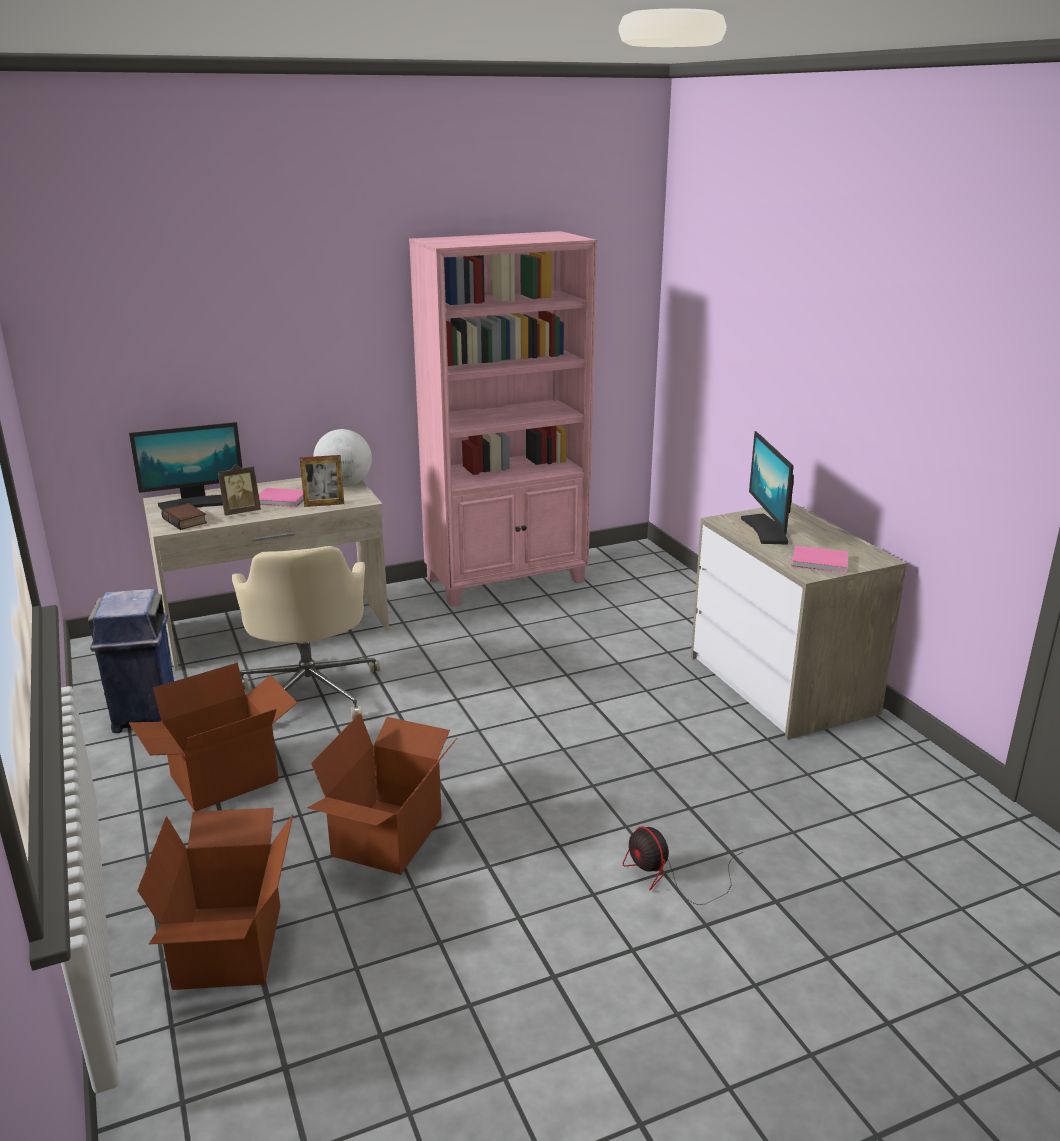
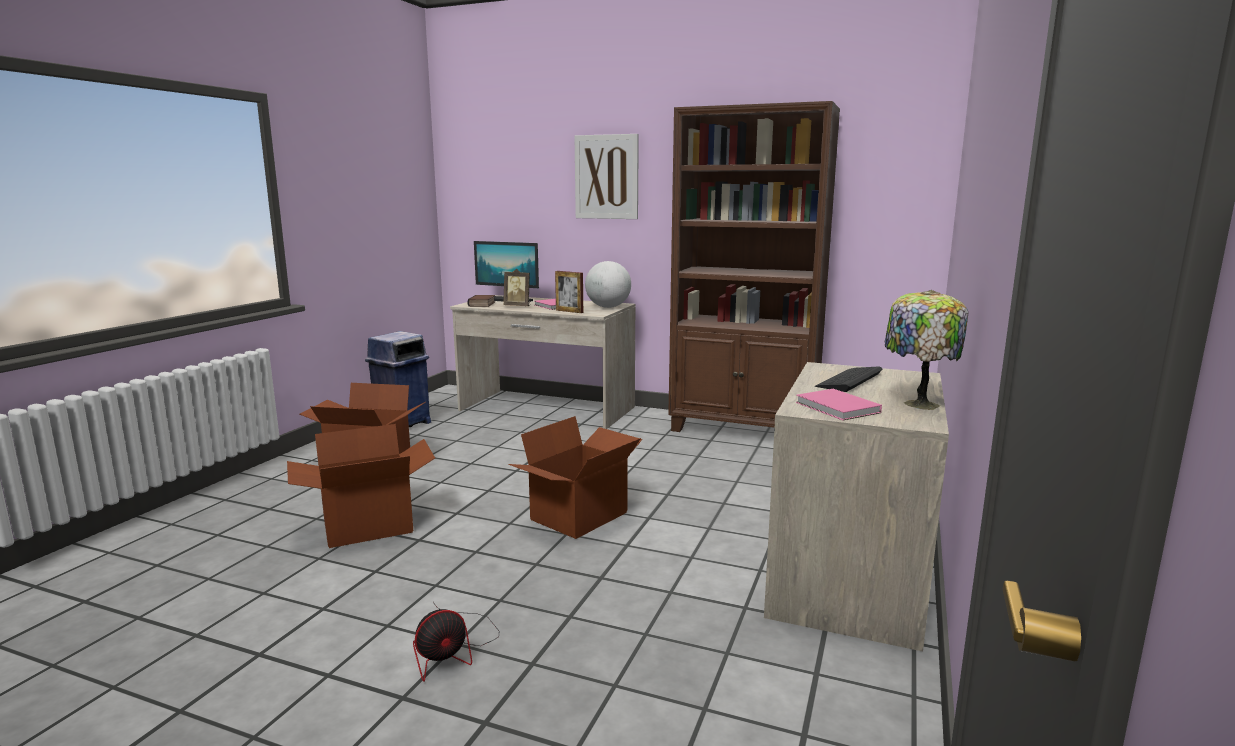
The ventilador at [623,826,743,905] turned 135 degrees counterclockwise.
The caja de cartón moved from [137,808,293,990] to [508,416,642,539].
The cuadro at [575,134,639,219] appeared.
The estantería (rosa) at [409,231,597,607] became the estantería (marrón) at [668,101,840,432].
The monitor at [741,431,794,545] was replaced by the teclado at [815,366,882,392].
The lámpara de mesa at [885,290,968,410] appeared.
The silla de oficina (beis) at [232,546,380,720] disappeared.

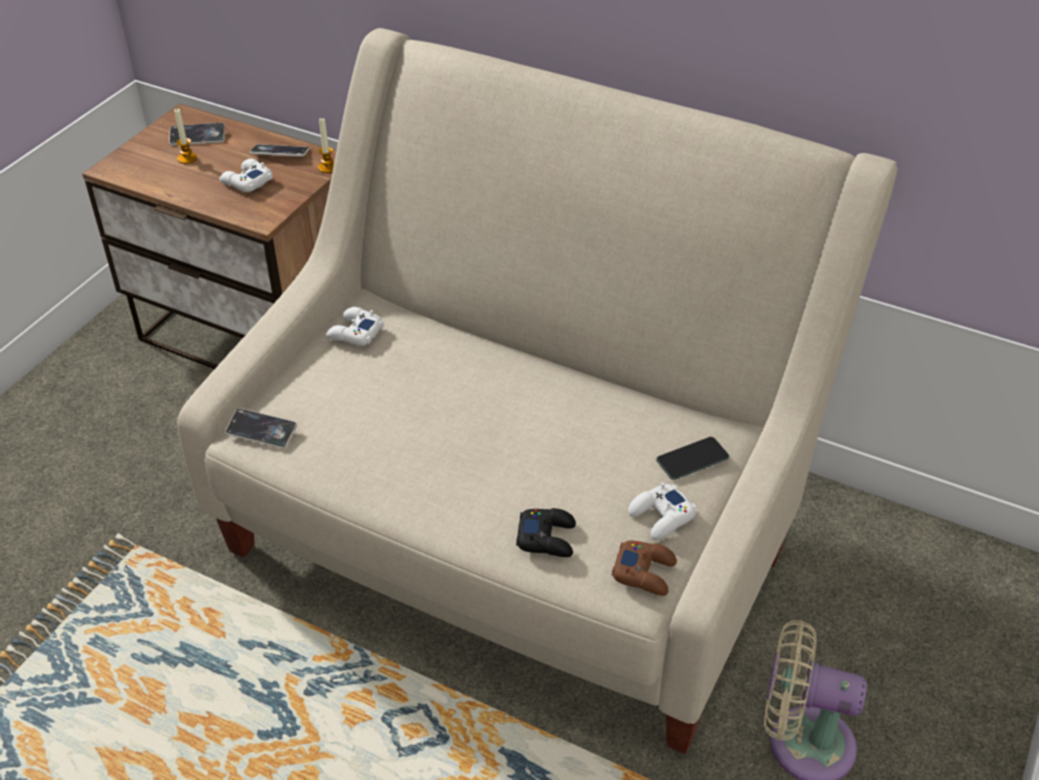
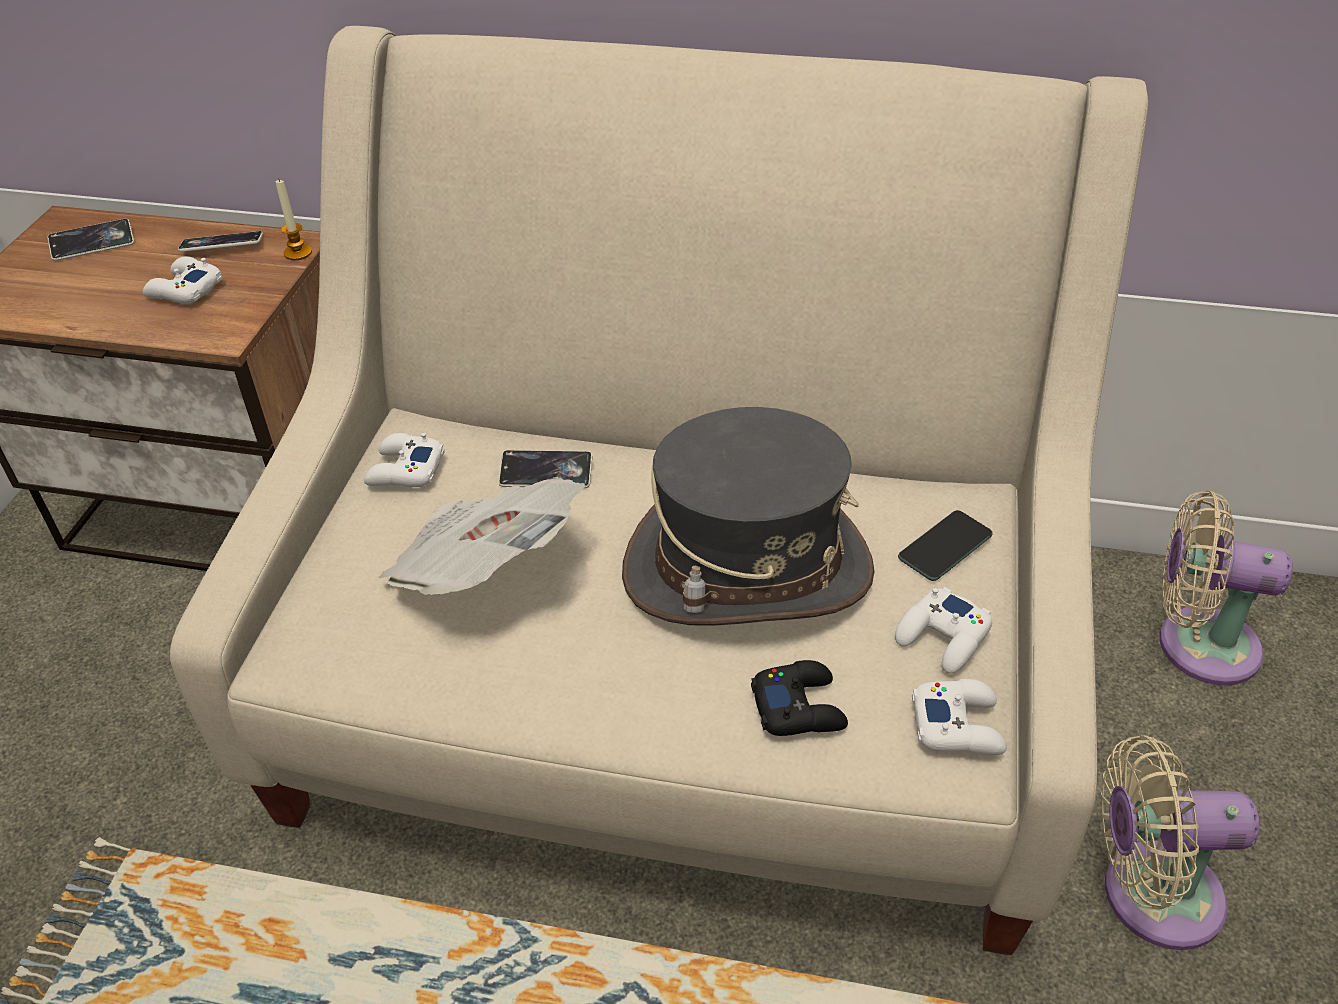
The periódico at [379,477,585,595] appeared.
The móvil moved from [225,408,297,449] to [498,450,592,488].
The sombrero (gris) at [622,407,875,626] appeared.
The mando de consola (marrón) at [612,541,677,596] became the mando de consola (blanco) at [912,679,1007,755].
The ventilador (beis) at [1160,491,1292,685] appeared.
The vela at [174,108,197,164] disappeared.

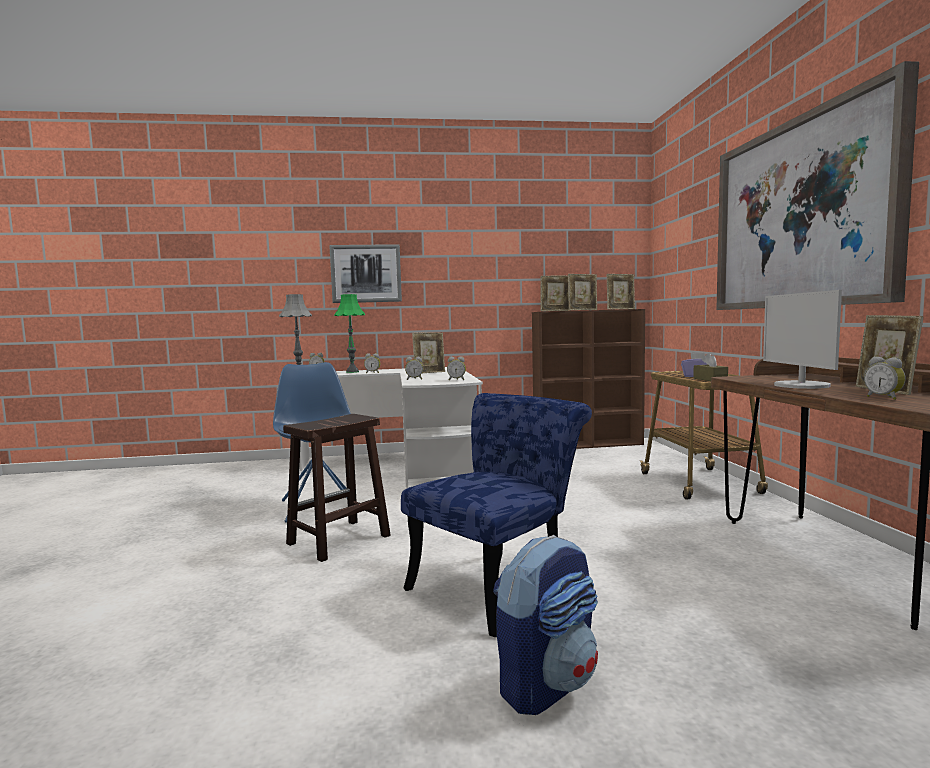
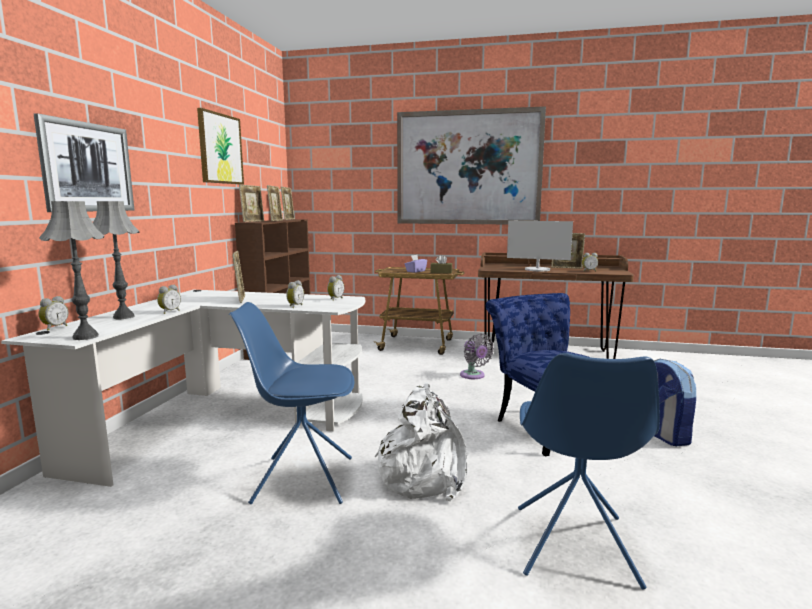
The lámpara de mesa (verde) at [334,294,365,373] became the lámpara de mesa (gris) at [93,201,140,319].
The cuadro at [197,108,244,184] appeared.
The taburete (marrón) at [283,414,391,562] was replaced by the mochila (blanco) at [375,382,467,501].
The ventilador (gris) at [460,334,494,379] appeared.
The silla (azul) at [518,353,660,590] appeared.

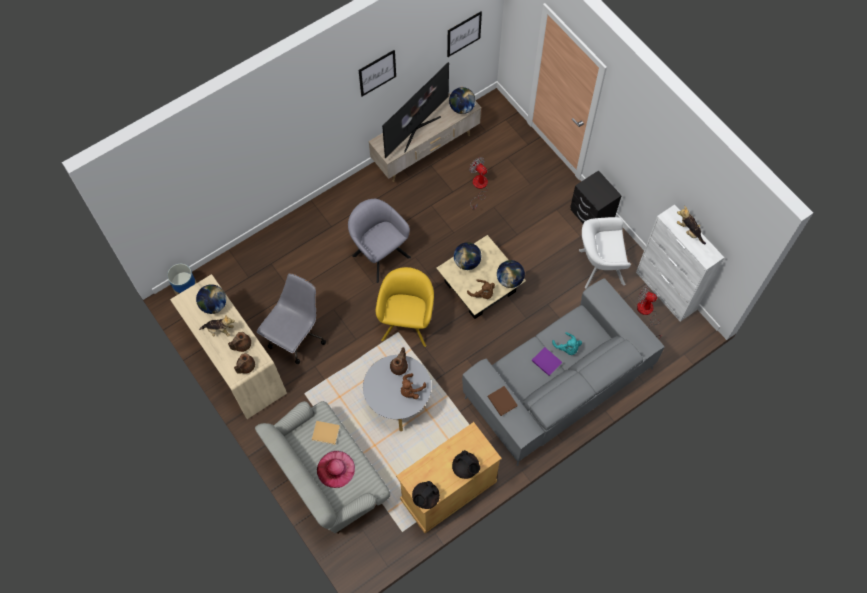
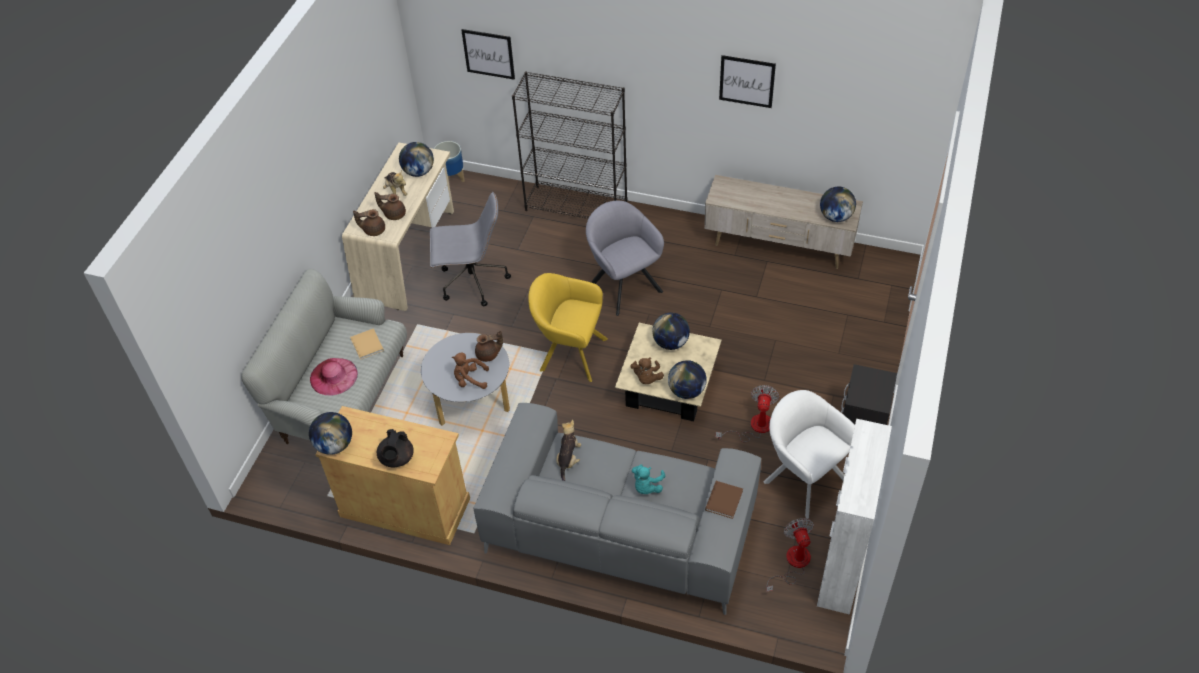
The tetera (negro) at [412,481,440,509] was replaced by the globo terráqueo at [309,412,352,455].
The cuadro moved from [447,12,482,57] to [461,29,515,80].
The estantería (negro) at [512,71,627,219] appeared.
The sillón (amarillo) at [376,267,434,347] turned 135 degrees counterclockwise.
The peluche moved from [677,206,706,245] to [556,420,581,481].
The sillón (gris) at [348,199,411,283] turned 45 degrees counterclockwise.
The libro (marrón) moved from [488,386,518,416] to [705,481,743,519].
The ventilador moved from [469,157,488,210] to [715,385,779,442].
The televisor at [382,62,449,158] disappeared.
The libro (morado) at [532,347,562,376] disappeared.

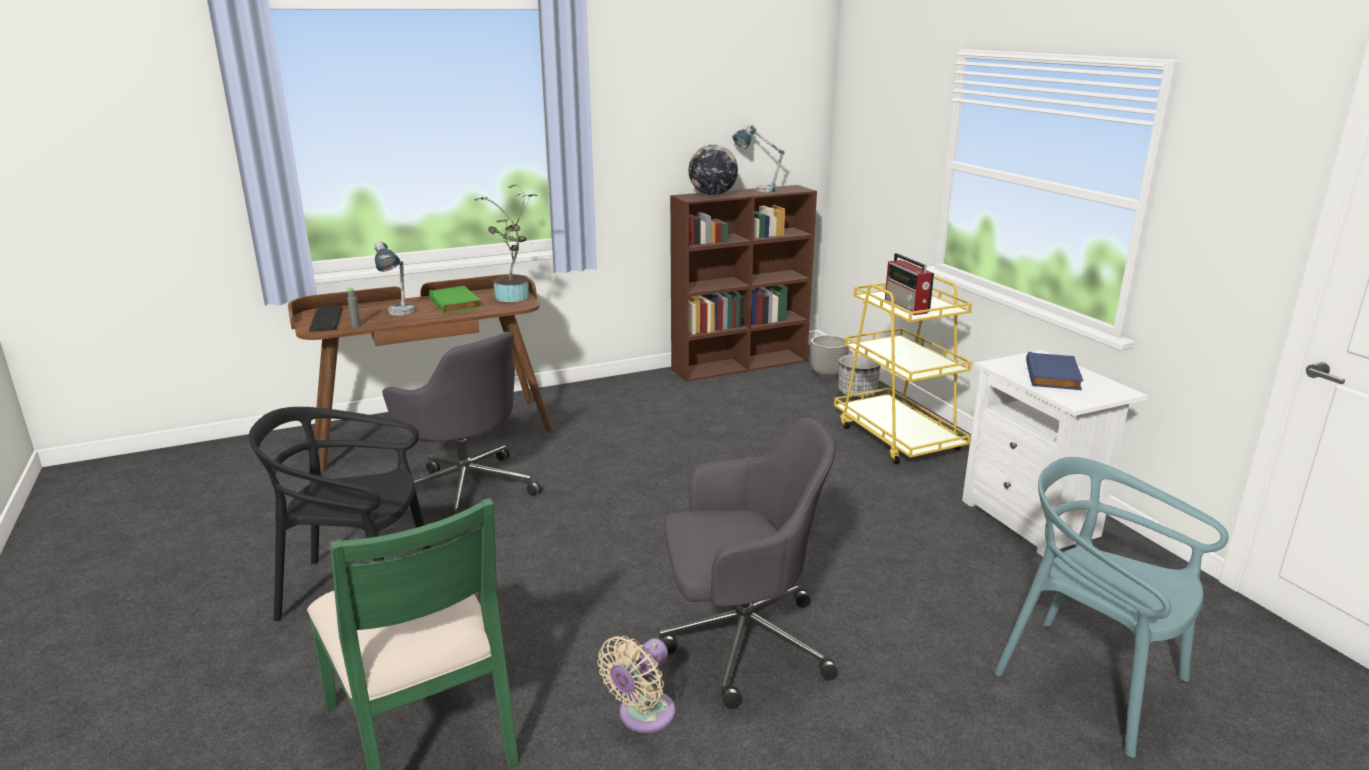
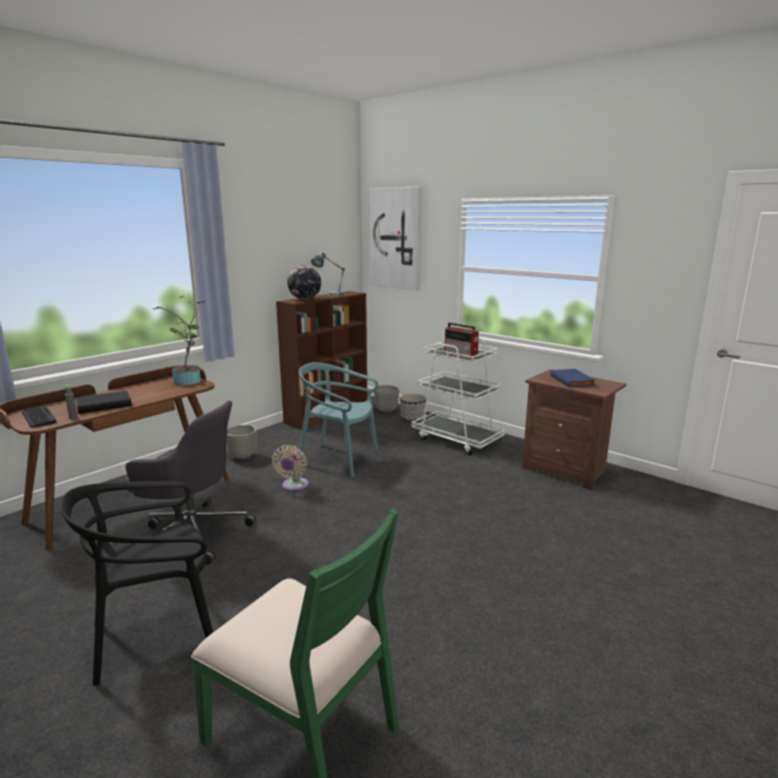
The lámpara de mesa at [374,241,415,316] was replaced by the libro (negro) at [76,391,132,414].
The maceta at [226,425,257,460] appeared.
The ventilador (beis) moved from [597,636,676,733] to [272,445,309,491].
The silla (turquesa) moved from [994,457,1228,758] to [299,362,379,478].
The cuadro at [370,186,422,290] appeared.
The carrito (amarillo) at [834,276,972,465] became the carrito (blanco) at [411,337,505,455].
The mesita de noche (blanco) at [962,350,1148,556] became the mesita de noche (marrón) at [522,369,626,490].
The libro (verde) at [429,286,481,313] disappeared.
The silla de oficina (gris) at [659,417,838,709] disappeared.

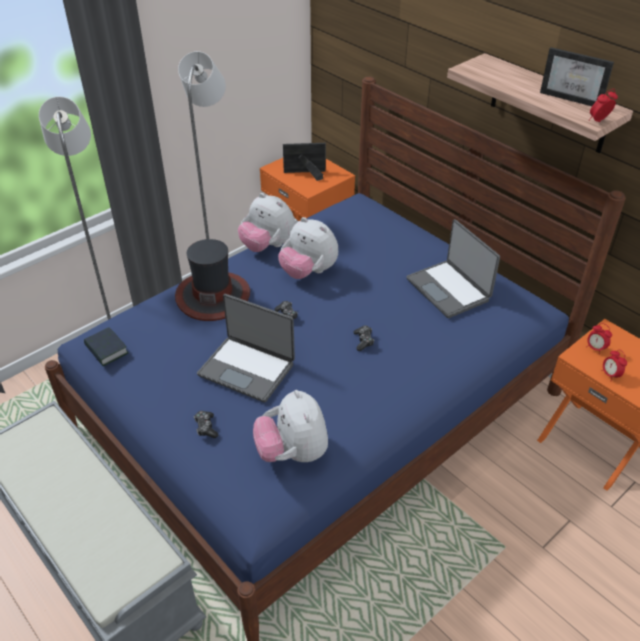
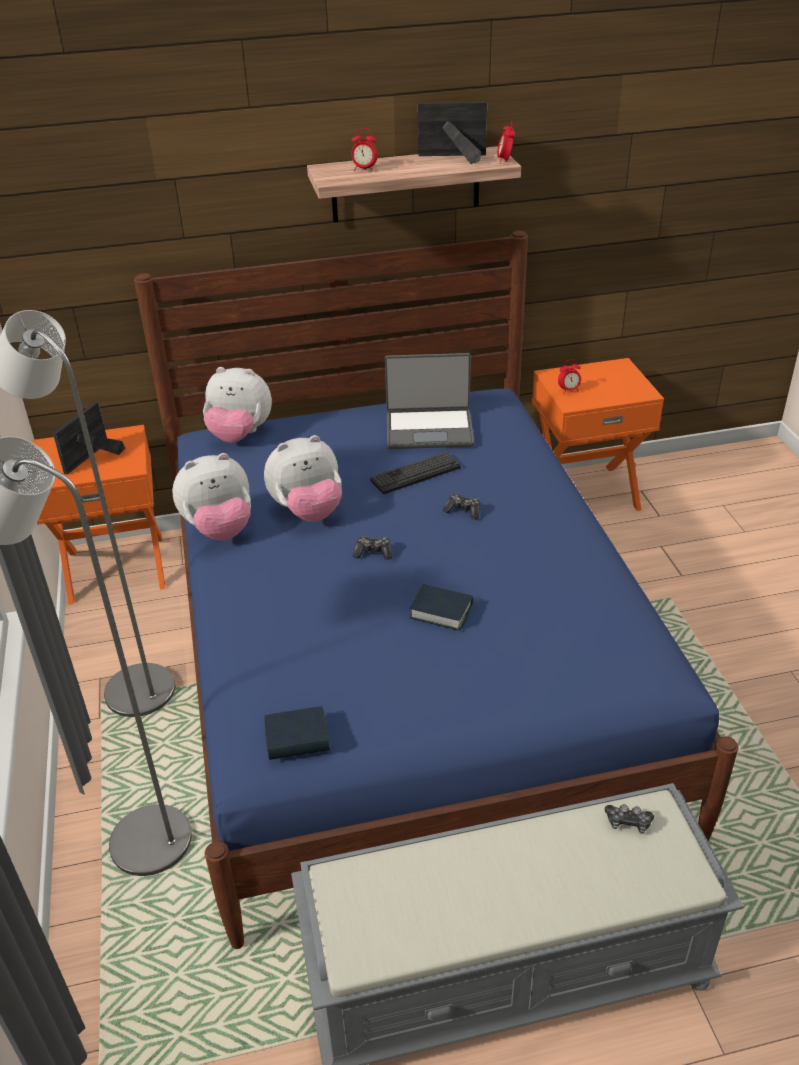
The peluche moved from [253,390,328,462] to [203,367,272,443].
The despertador moved from [601,349,627,380] to [351,128,378,171].
The teclado at [370,452,461,494] appeared.
The portátil at [197,294,295,402] was replaced by the libro at [410,584,473,631].
The portarretratos at [540,47,614,106] turned 150 degrees counterclockwise.
The mando de consola moved from [194,411,218,438] to [605,804,654,834].
The sombrero at [175,239,250,321] disappeared.

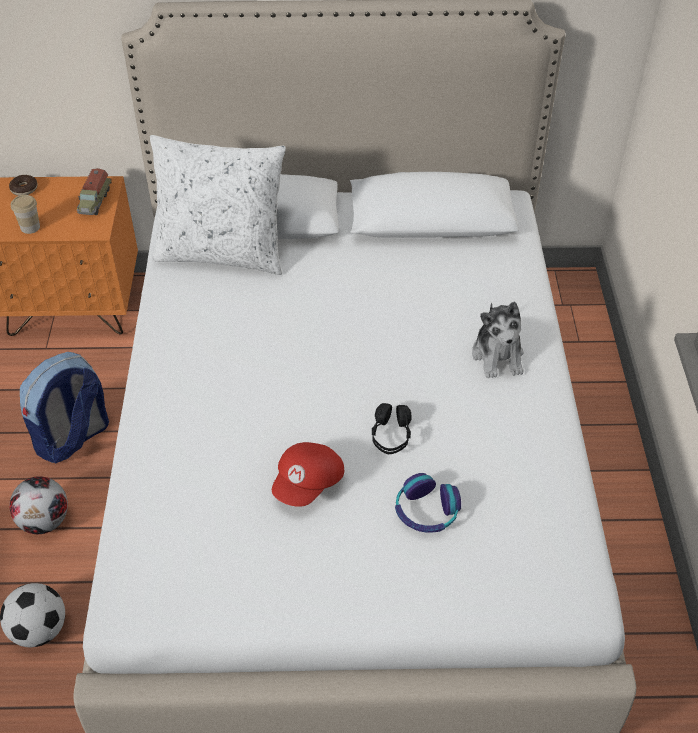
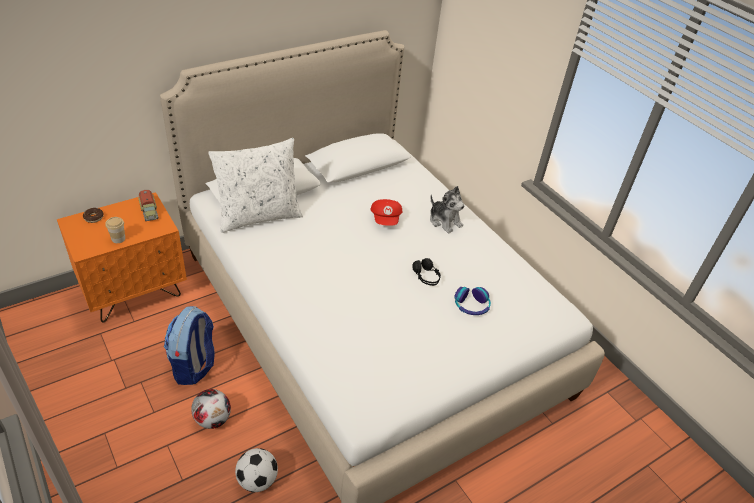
The gorra (rojo) moved from [272,442,344,507] to [371,199,403,226].

